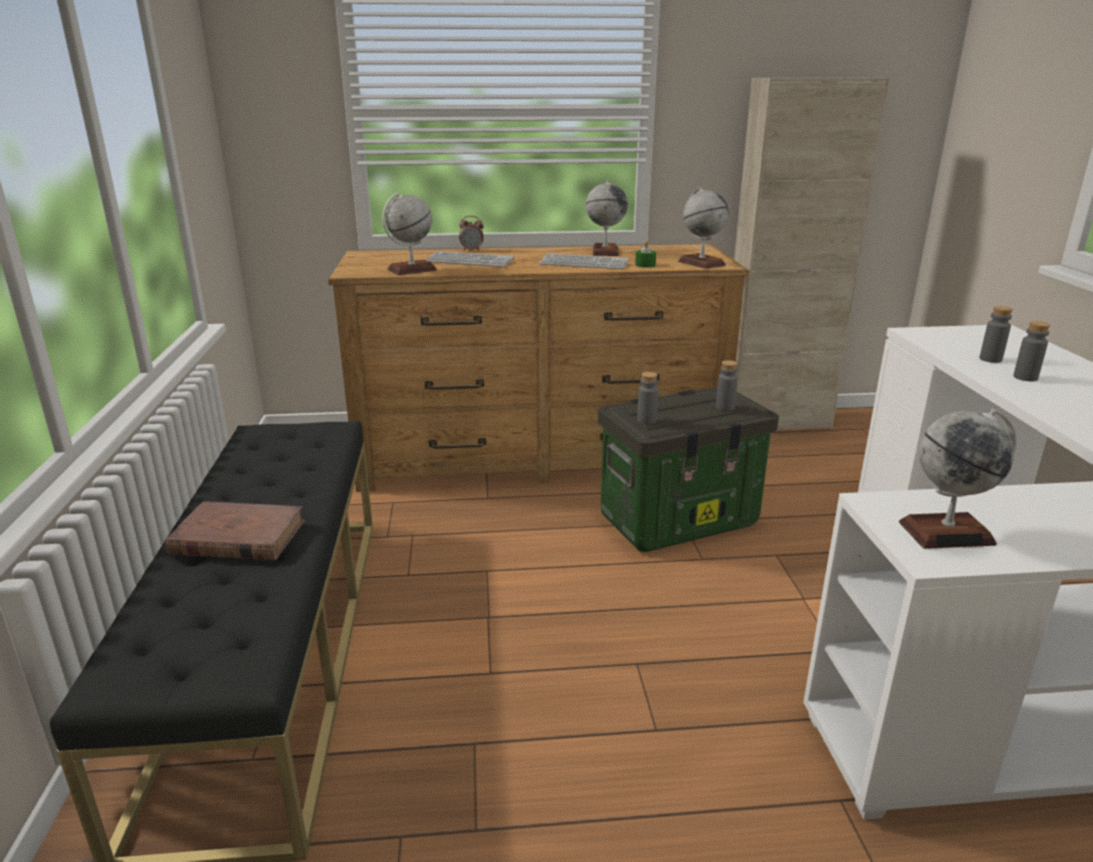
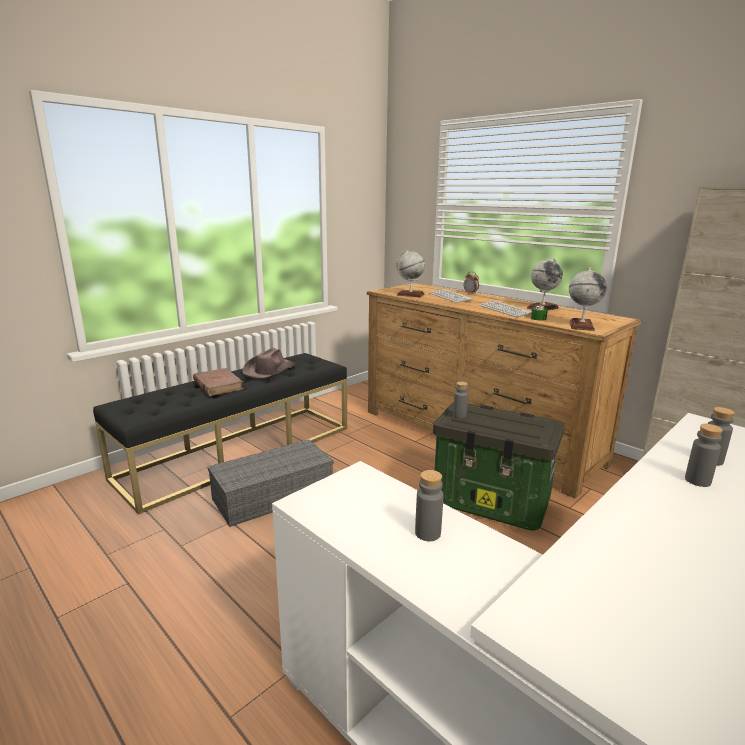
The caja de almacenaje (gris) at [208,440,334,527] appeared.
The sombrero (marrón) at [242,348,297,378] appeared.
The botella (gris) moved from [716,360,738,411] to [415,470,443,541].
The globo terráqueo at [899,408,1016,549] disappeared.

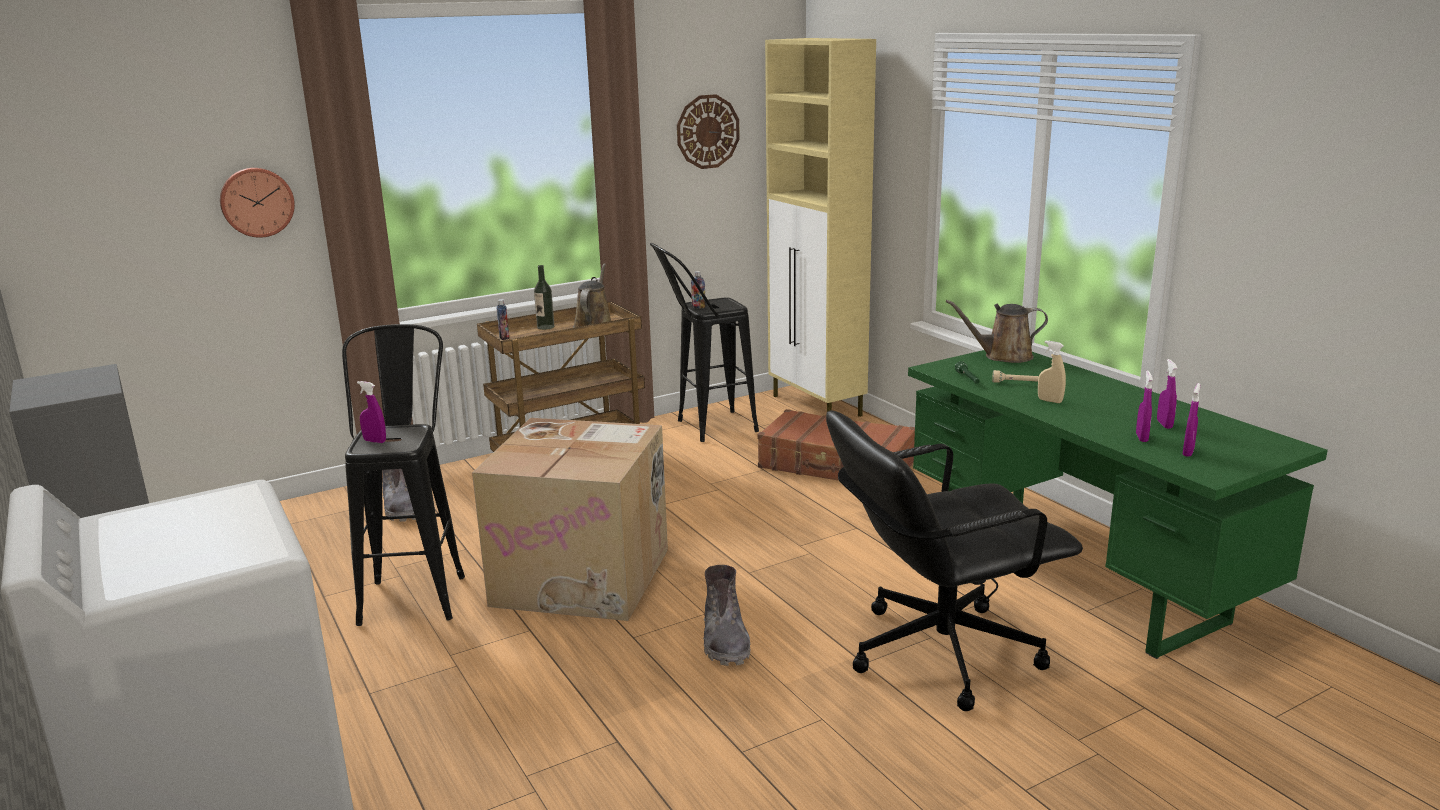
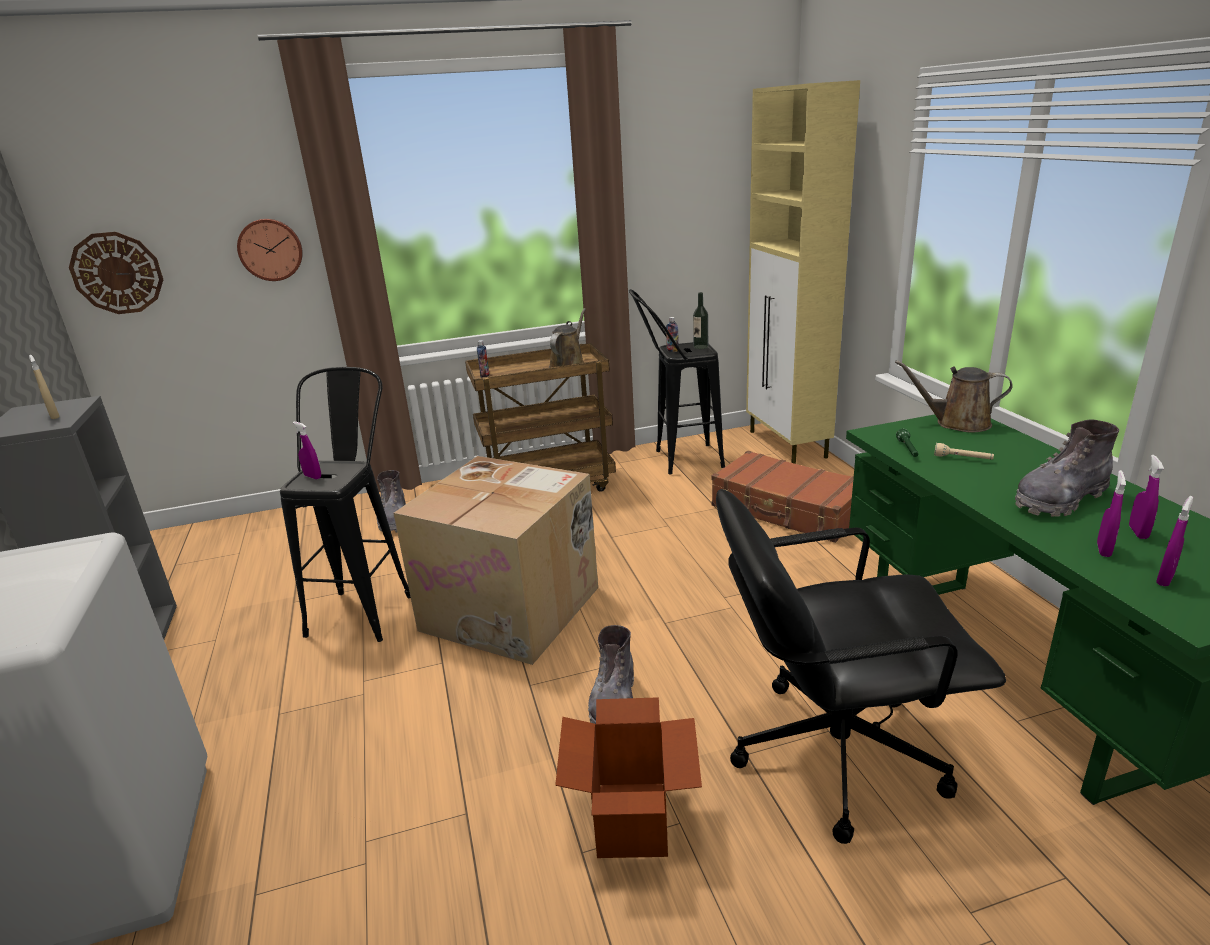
The pulverizador (beis) moved from [1038,340,1066,403] to [29,355,60,419].
The reloj de pared moved from [677,94,740,169] to [69,232,163,314].
The caja de cartón at [555,697,702,858] appeared.
The botella moved from [534,265,554,330] to [693,292,708,349].
The bota (gris) at [1015,419,1119,517] appeared.

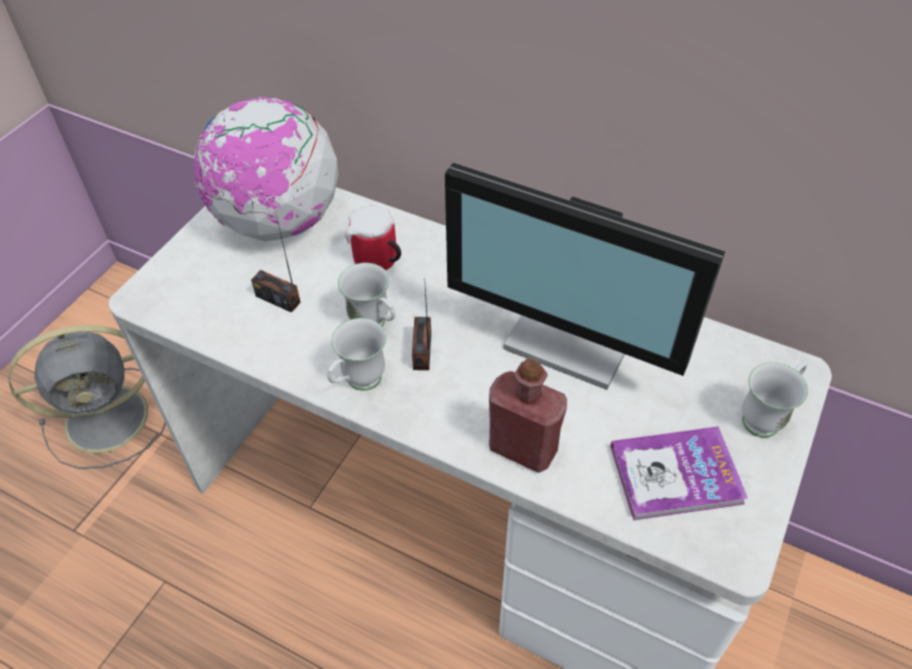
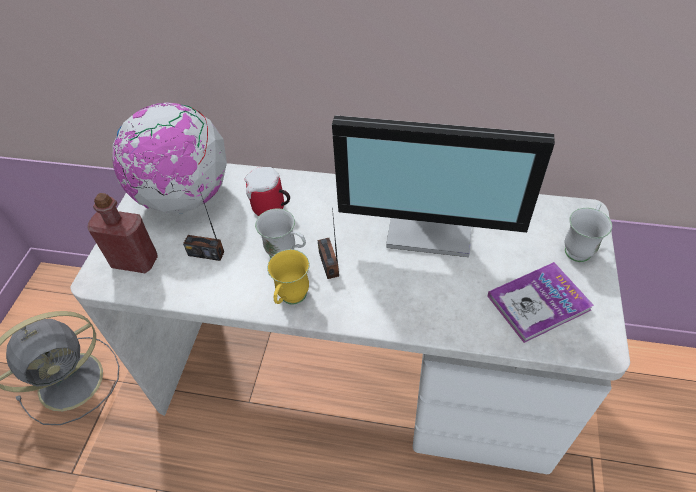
The botella (rojo) moved from [489,358,567,473] to [87,193,158,273].
The taza grande (blanco) at [327,318,386,391] became the taza grande (amarillo) at [267,249,310,305].

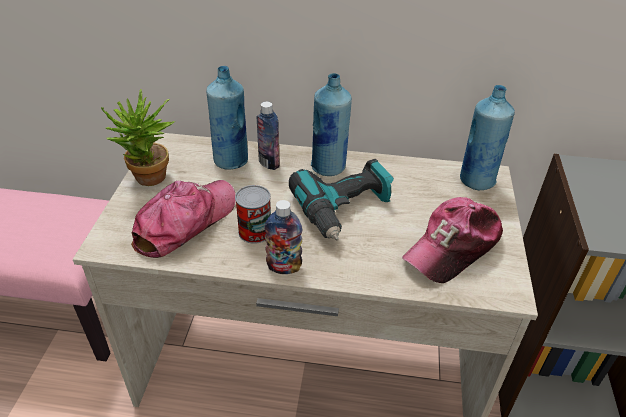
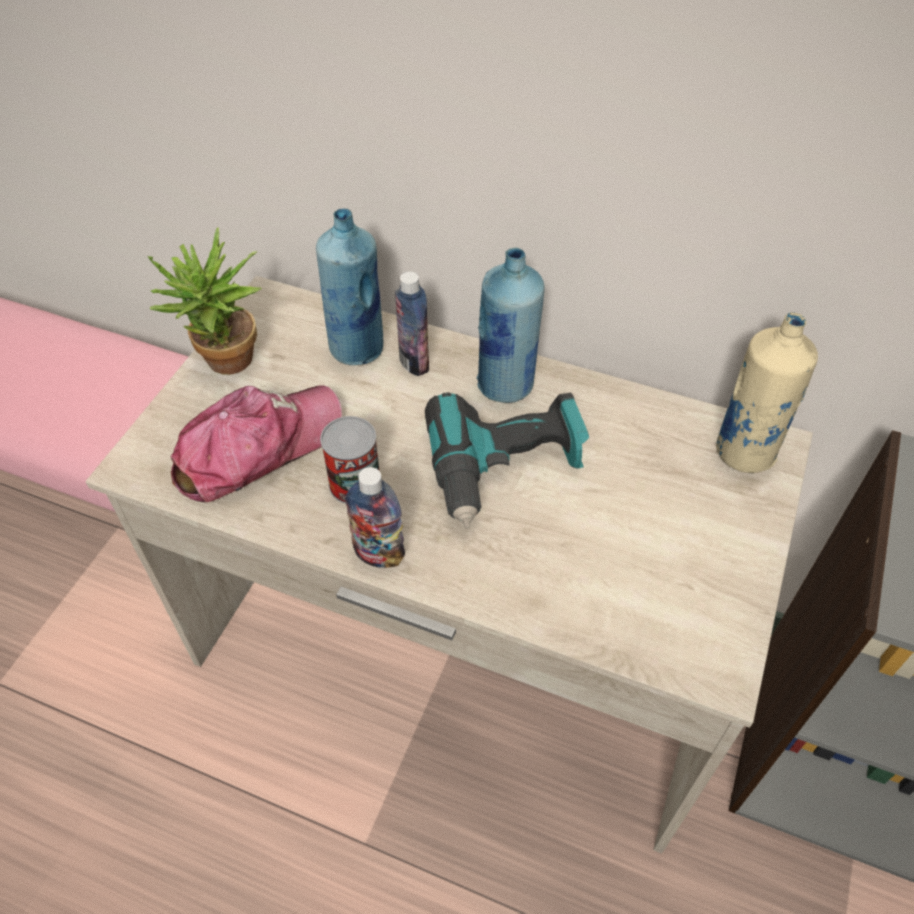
The botella (azul) at [460,85,515,190] became the botella (beis) at [716,312,818,473].
The gorra at [402,197,503,283] disappeared.

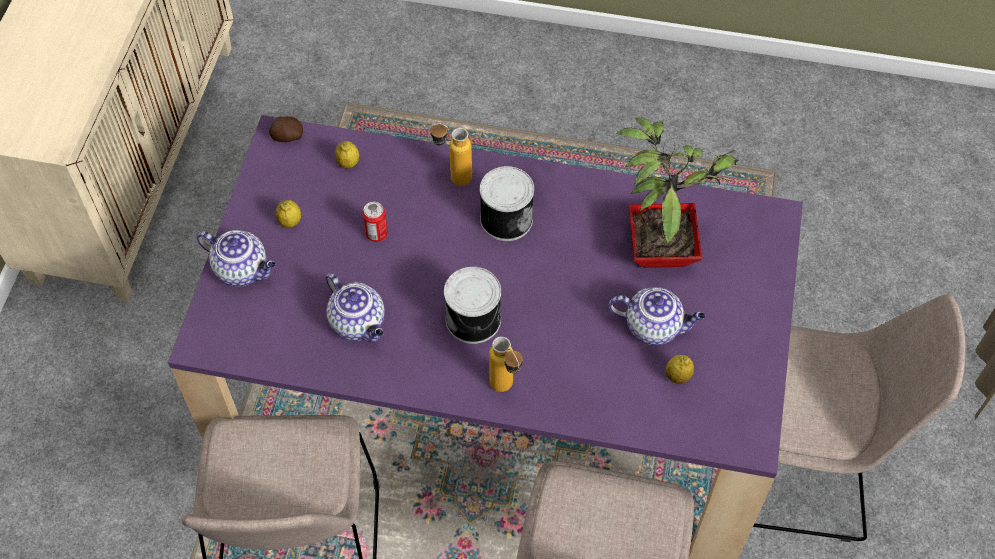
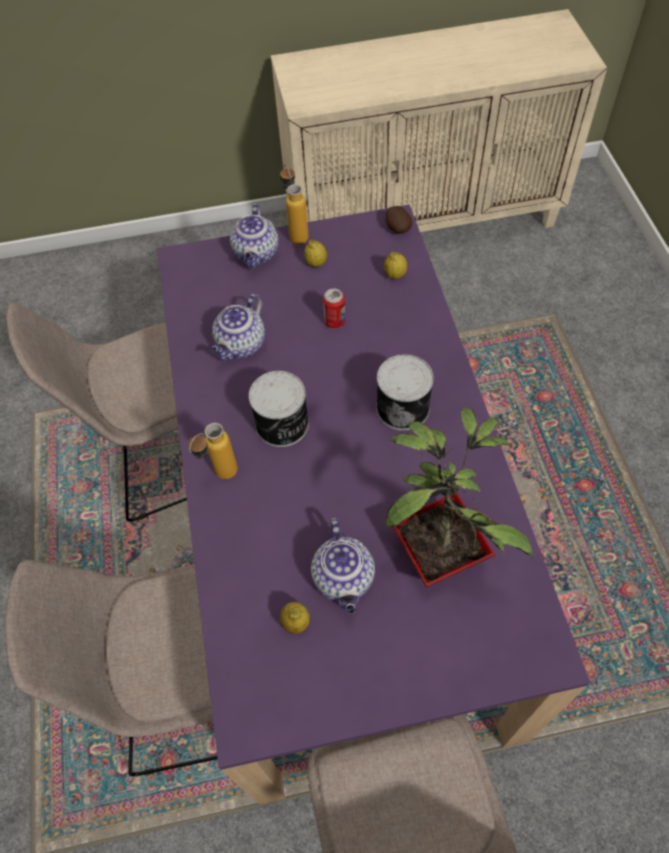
The botella moved from [429,123,472,186] to [280,164,309,245].

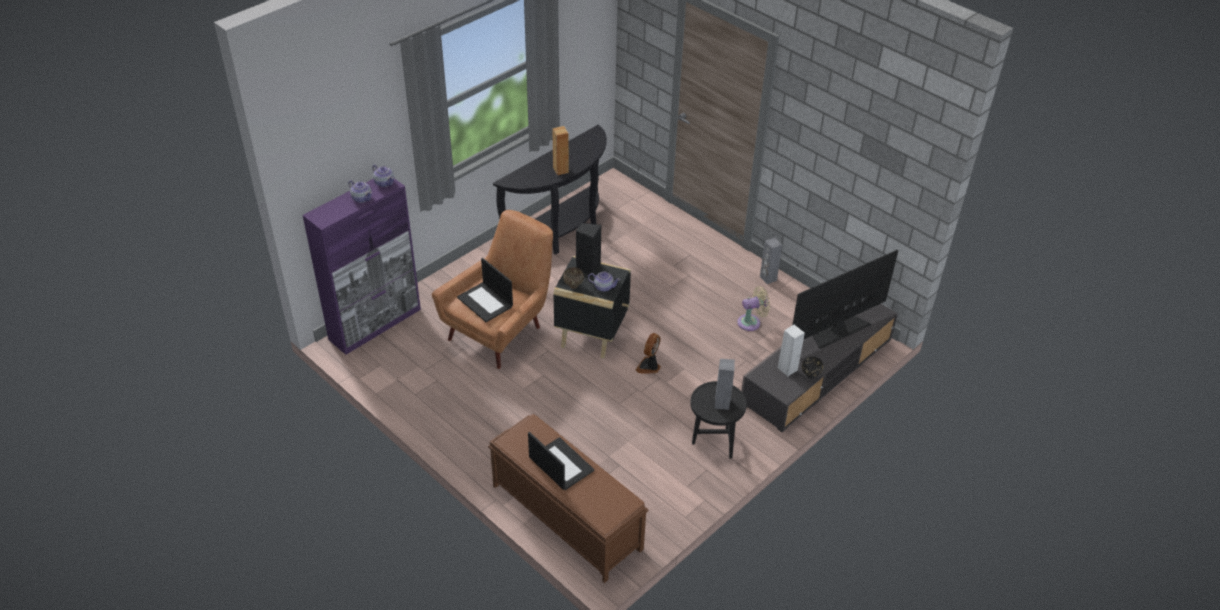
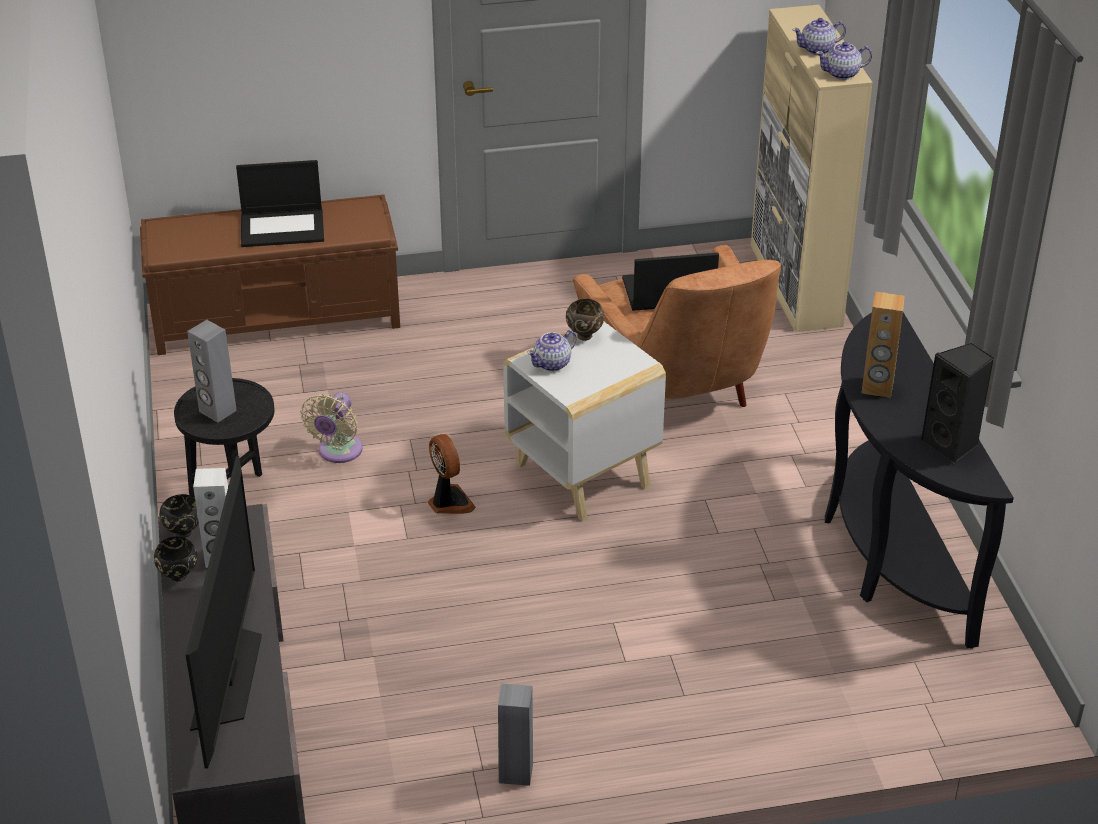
The cuenco (negro) at [159,494,199,538] appeared.
The ventilador (beis) moved from [737,286,770,331] to [301,392,363,463].
The mesa auxiliar (negro) at [554,256,631,358] became the mesa auxiliar (blanco) at [503,322,666,522].
The armario (morado) at [302,178,421,355] became the armario (beis) at [751,5,873,332].
The altavoz (negro) moved from [576,222,601,277] to [921,343,994,464].

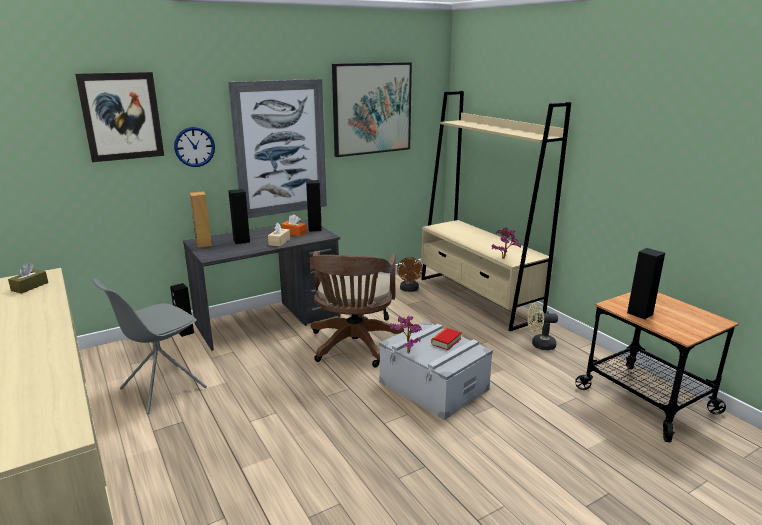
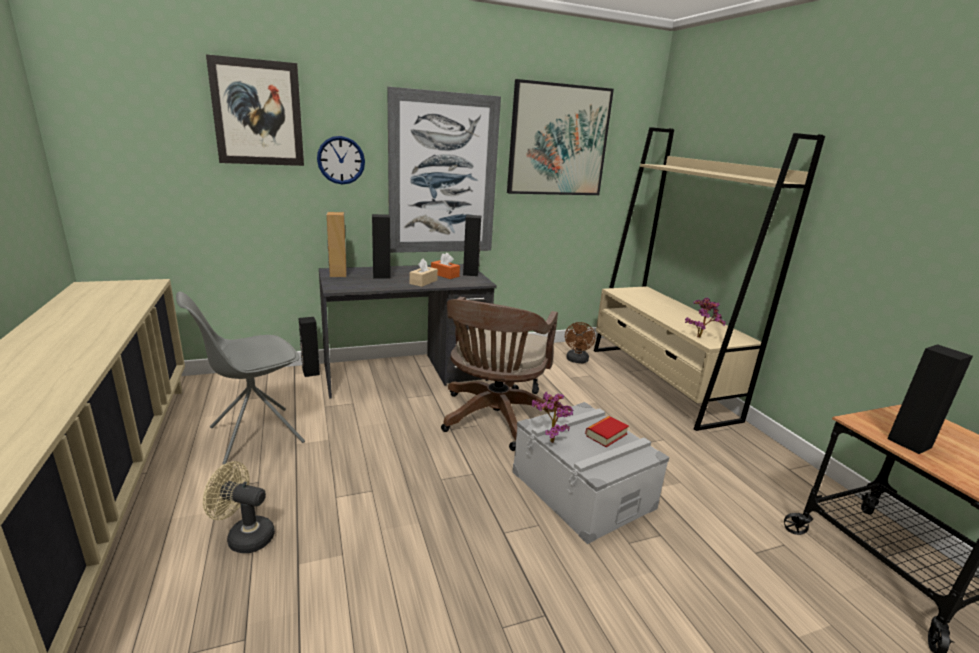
The ventilador (beis) moved from [527,302,558,350] to [203,461,275,553].
The caja de pañuelos (marrón) at [8,264,48,293] disappeared.

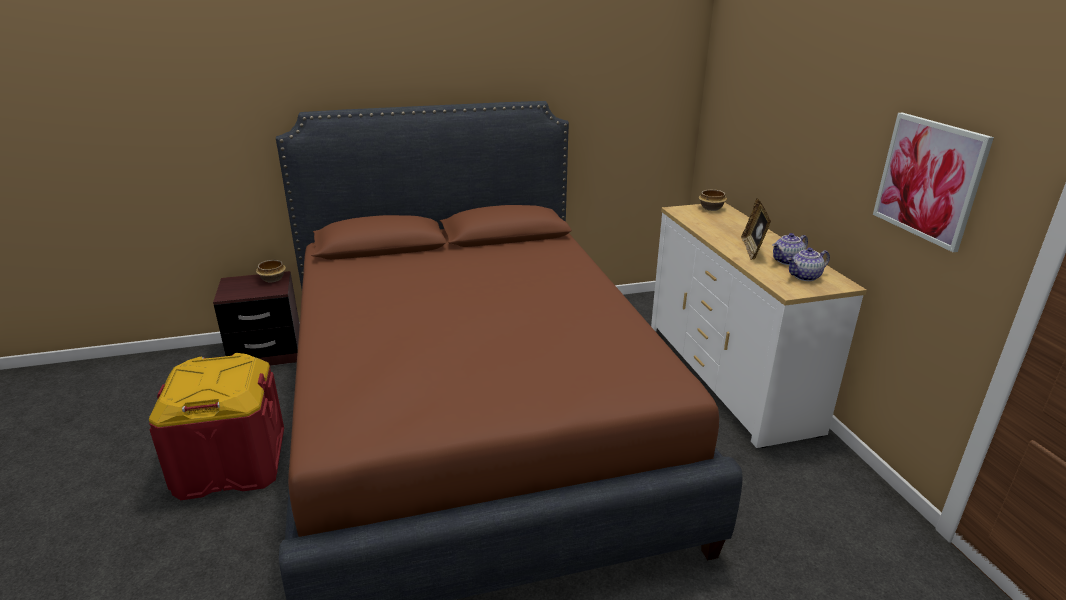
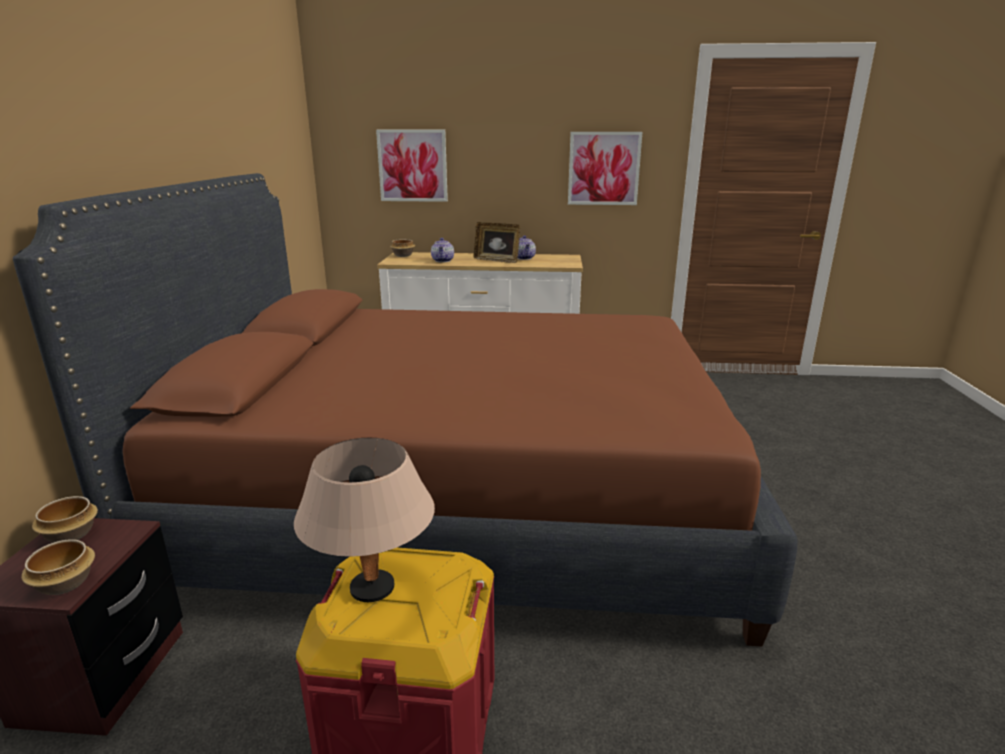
The cuenco at [21,539,95,595] appeared.
The lámpara de mesa (beis) at [294,438,435,602] appeared.
The cuadro at [376,130,448,202] appeared.
The tetera moved from [787,248,830,281] to [431,238,454,262].

